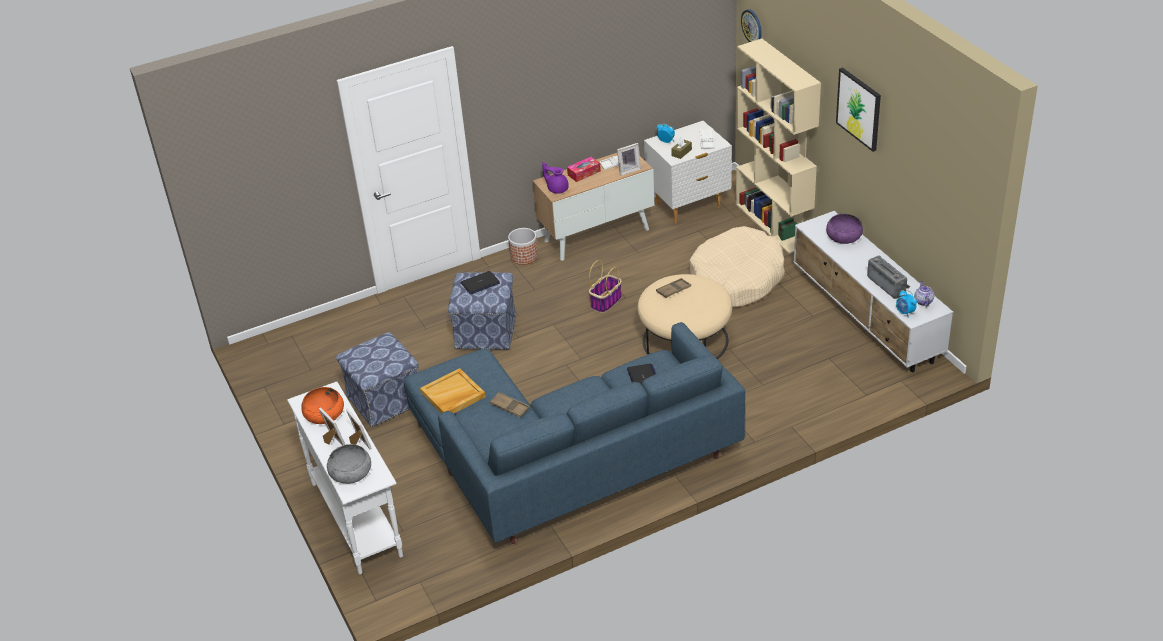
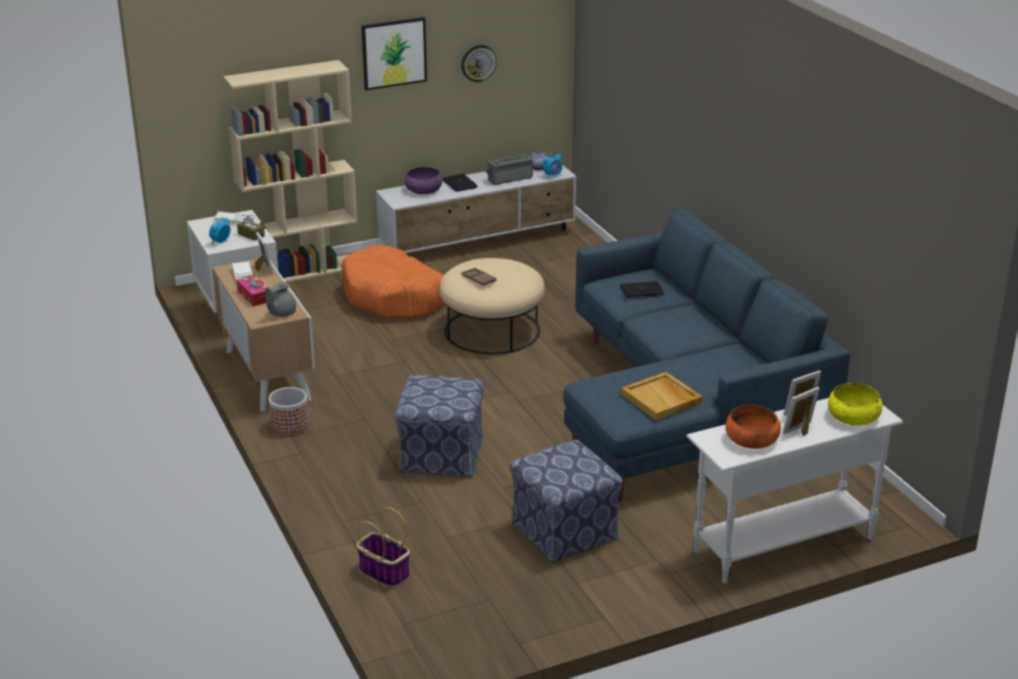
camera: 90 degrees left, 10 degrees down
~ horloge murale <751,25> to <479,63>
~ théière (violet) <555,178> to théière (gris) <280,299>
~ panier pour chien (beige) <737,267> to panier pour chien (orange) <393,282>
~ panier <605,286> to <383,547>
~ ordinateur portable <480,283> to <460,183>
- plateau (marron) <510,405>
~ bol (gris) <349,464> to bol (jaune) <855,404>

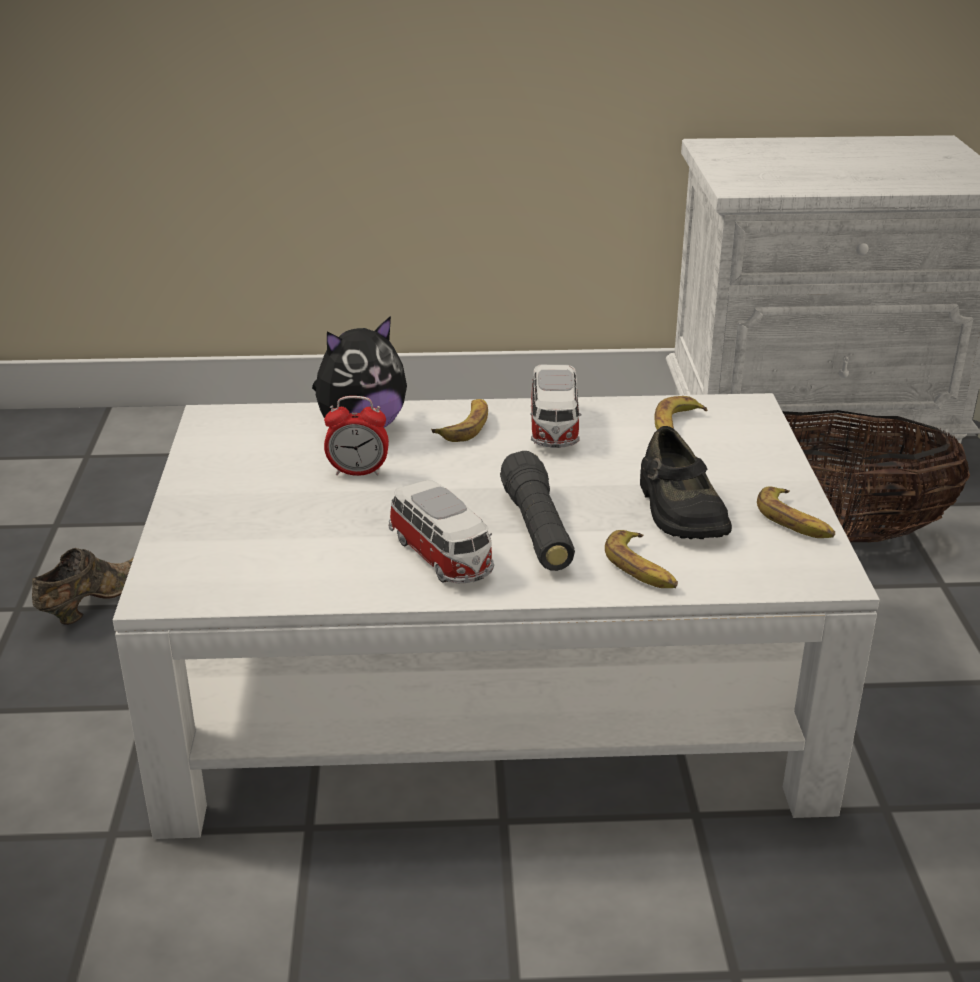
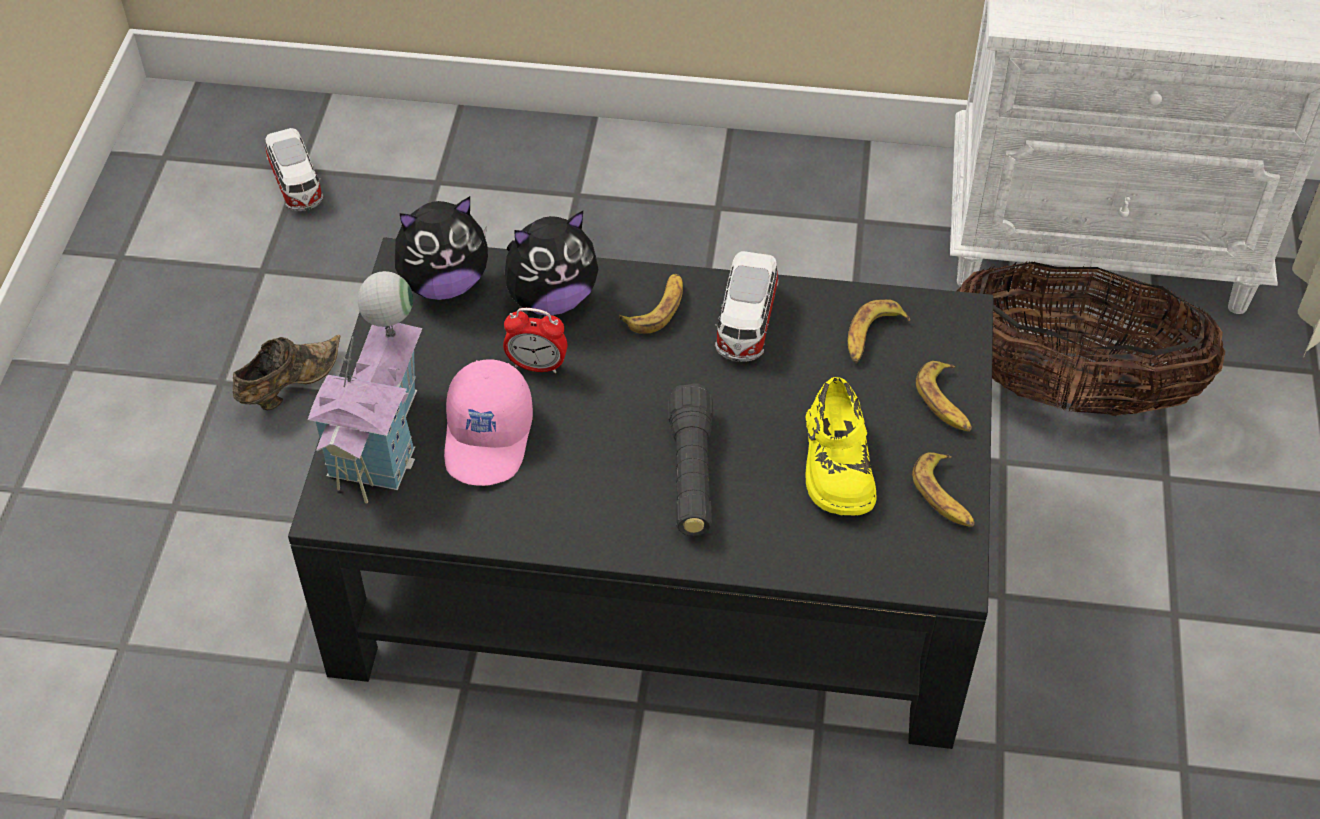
camera: 10 degrees right, 20 degrees up
~ table basse (blanc) <496,616> to table basse (noir) <640,493>
~ chaussure (noir) <686,482> to chaussure (jaune) <841,446>
~ petite voiture <441,531> to <294,169>
~ banane <641,559> to <944,396>
+ peluche <441,248>
+ maison miniature <365,387>
+ casquette (rose) <488,422>

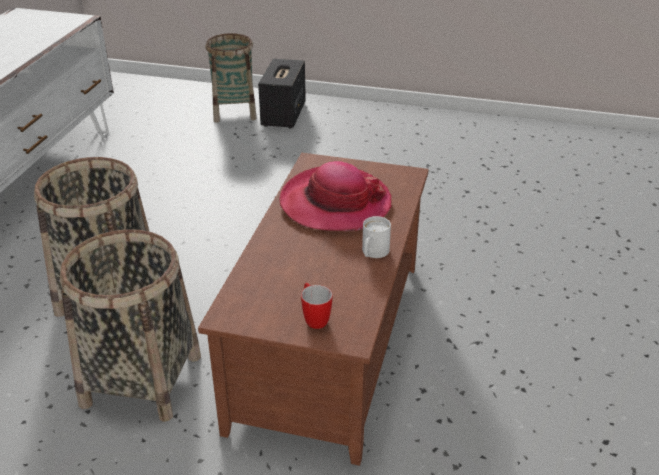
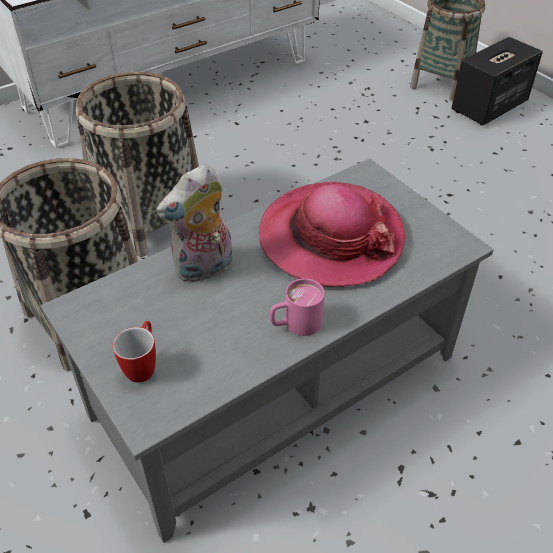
camera: 40 degrees right, 10 degrees up
~ table basse (marron) <313,309> to table basse (gris) <267,350>
~ mug (blanc) <376,237> to mug (rose) <297,307>
+ peluche <194,223>

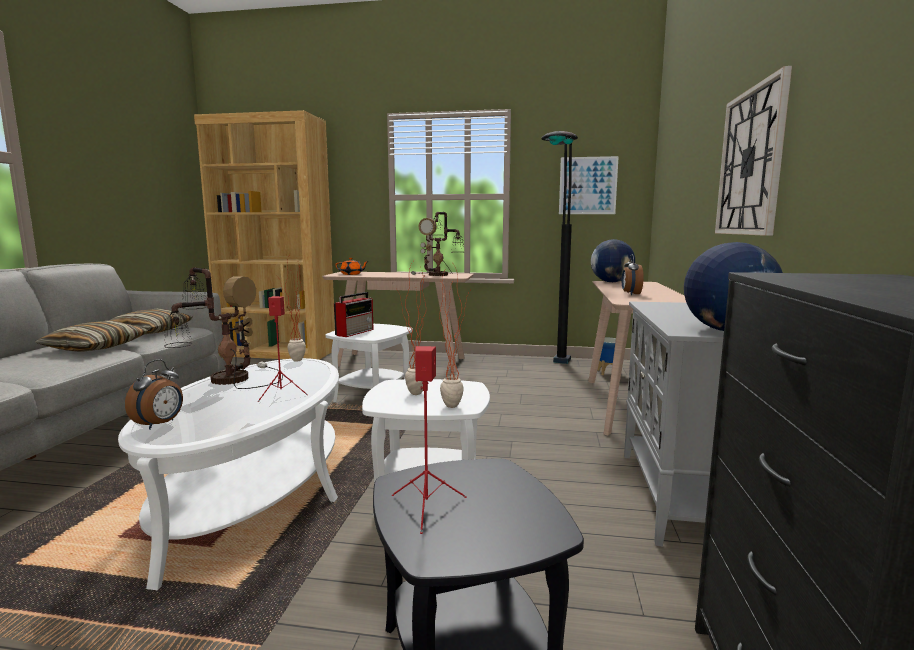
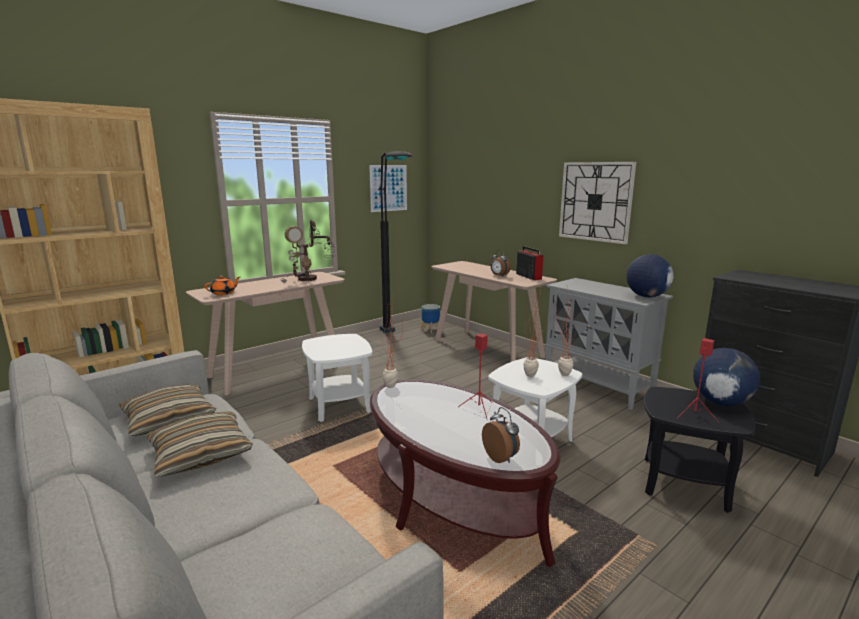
camera: 50 degrees left, 5 degrees up
~ globe <613,260> to <726,377>
- lampe de table <223,328>
~ radio <354,314> to <529,263>
~ table basse (blanc) <228,474> to table basse (marron) <465,473>

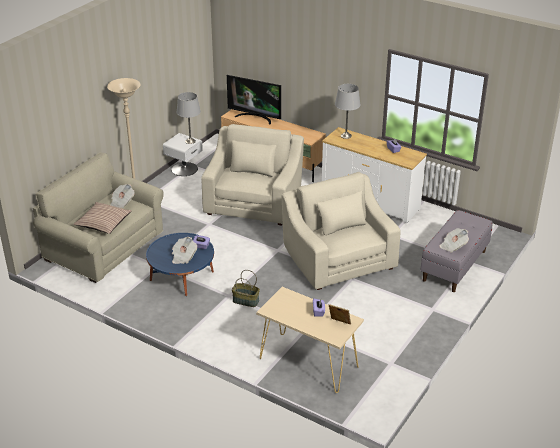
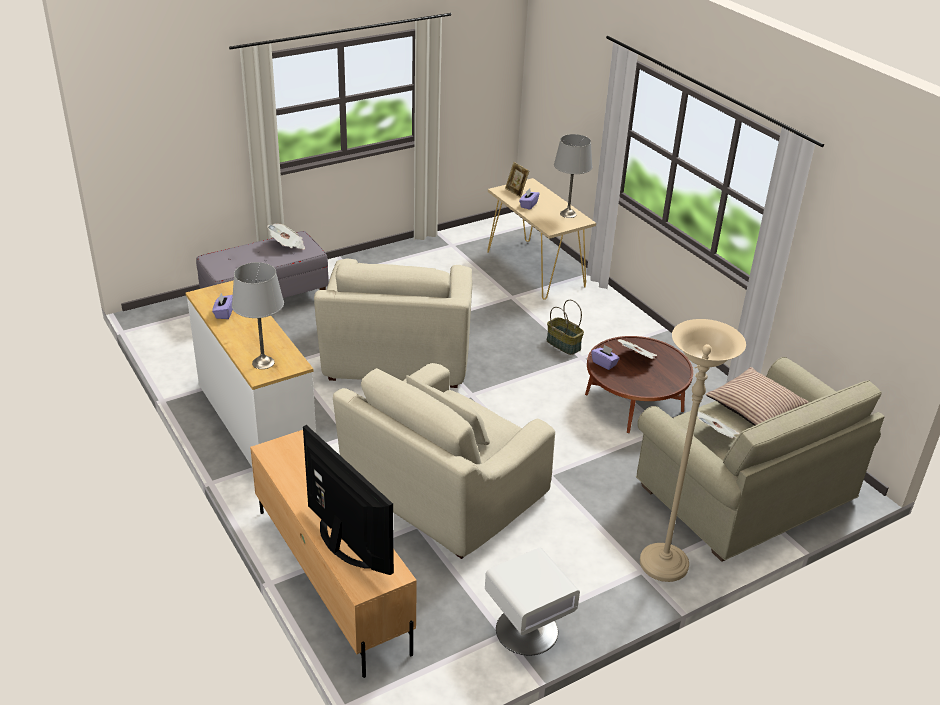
camera: 155 degrees left, 0 degrees up
~ lampe de table (gris) <188,118> to <573,176>
~ table basse (bleu) <180,264> to table basse (marron) <639,384>

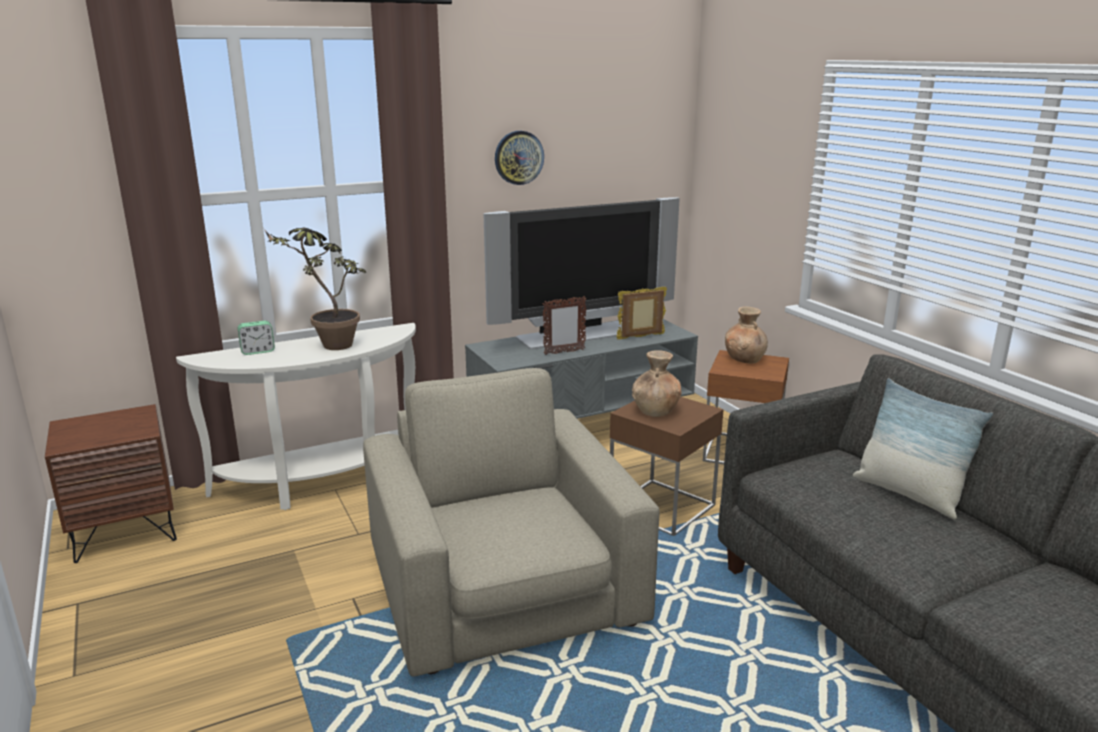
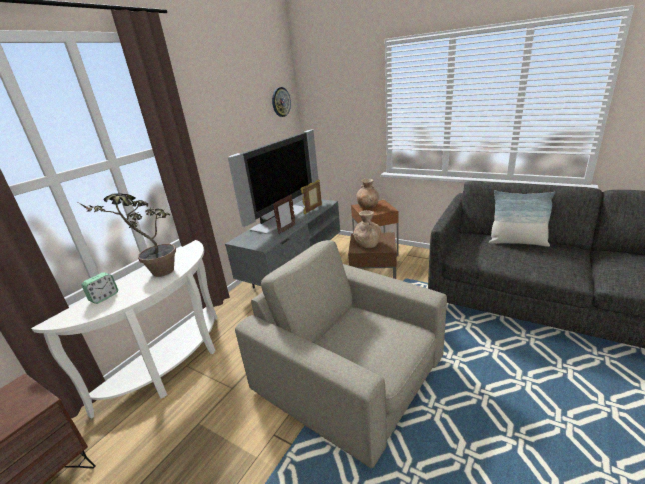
camera: 30 degrees left, 5 degrees up
~ horloge murale <519,158> to <281,102>

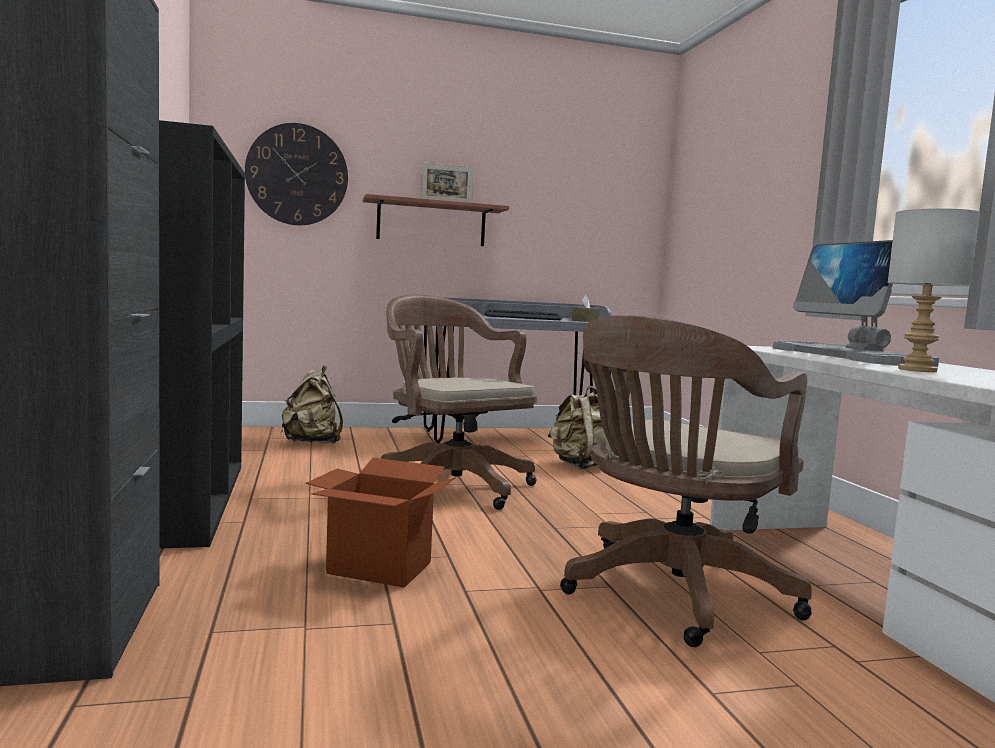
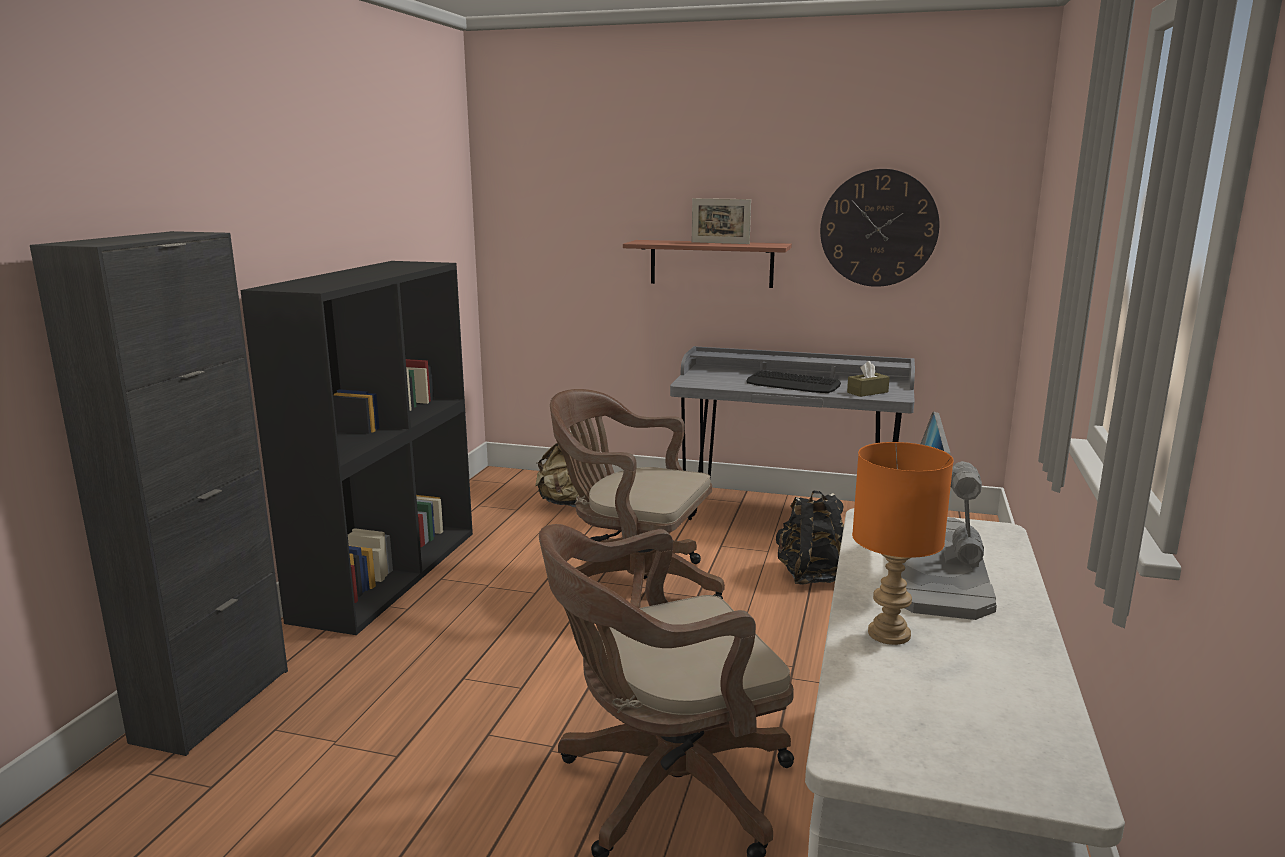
camera: 30 degrees right, 10 degrees up
~ horloge murale <296,174> to <879,228>
~ lampe de table (gris) <933,290> to lampe de table (orange) <903,543>
~ chaise de bureau (marron) <459,402> = <637,498> 60 degrees counterclockwise
~ sac à dos (beige) <577,427> to sac à dos (noir) <810,538>
- carton <381,523>

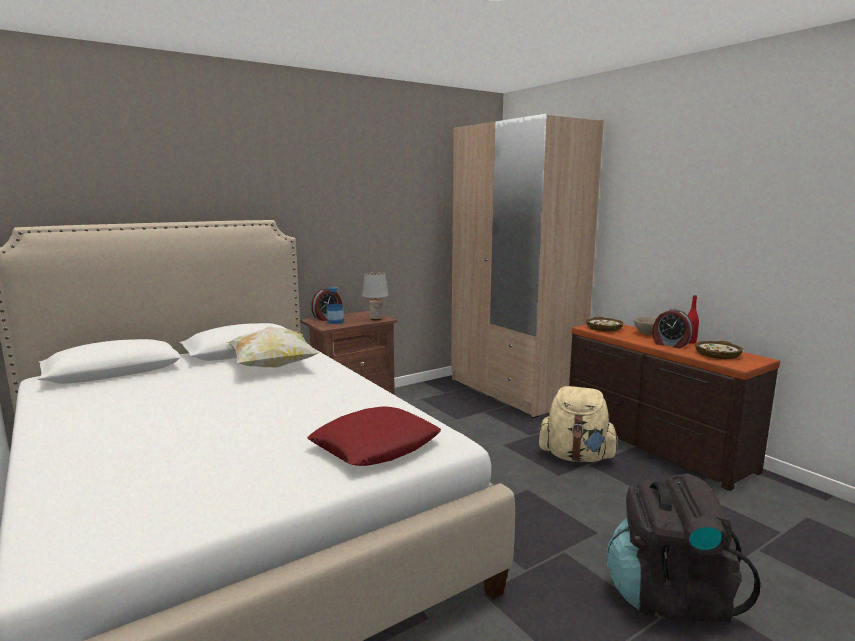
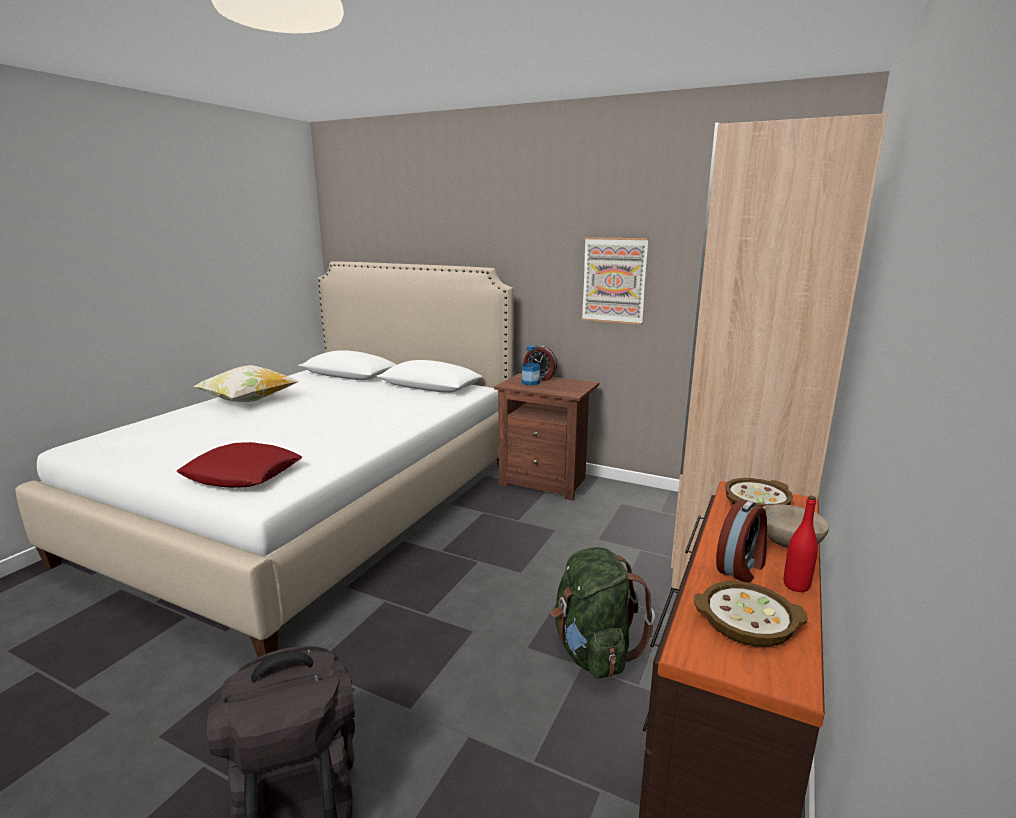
camera: 60 degrees right, 5 degrees up
- lampe de table (gris) <375,296>
~ réveil <672,329> = <741,541> 150 degrees counterclockwise
~ coussin <273,347> to <246,383>
~ sac à dos (beige) <579,424> to sac à dos (vert) <603,613>
+ tableau <615,281>

